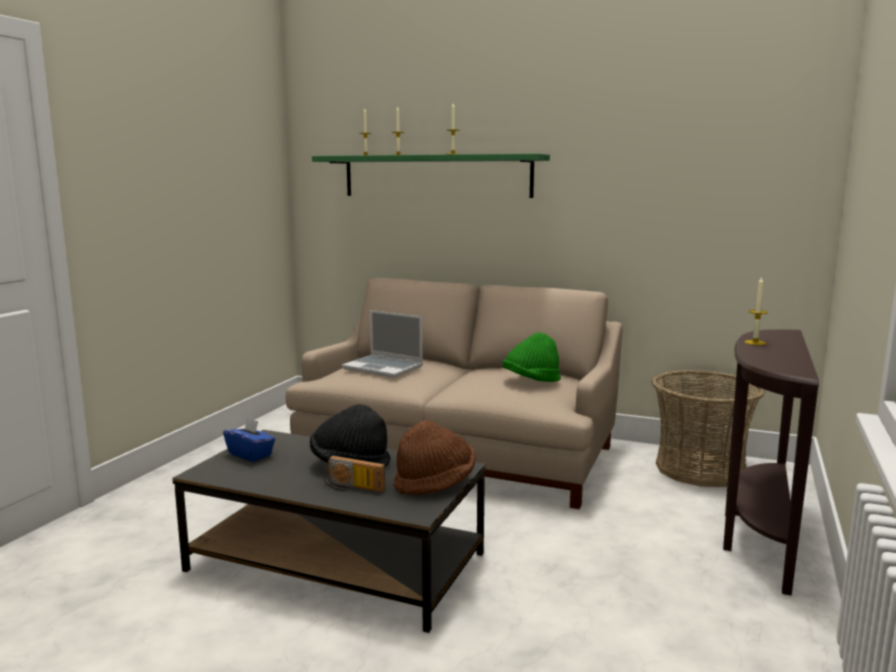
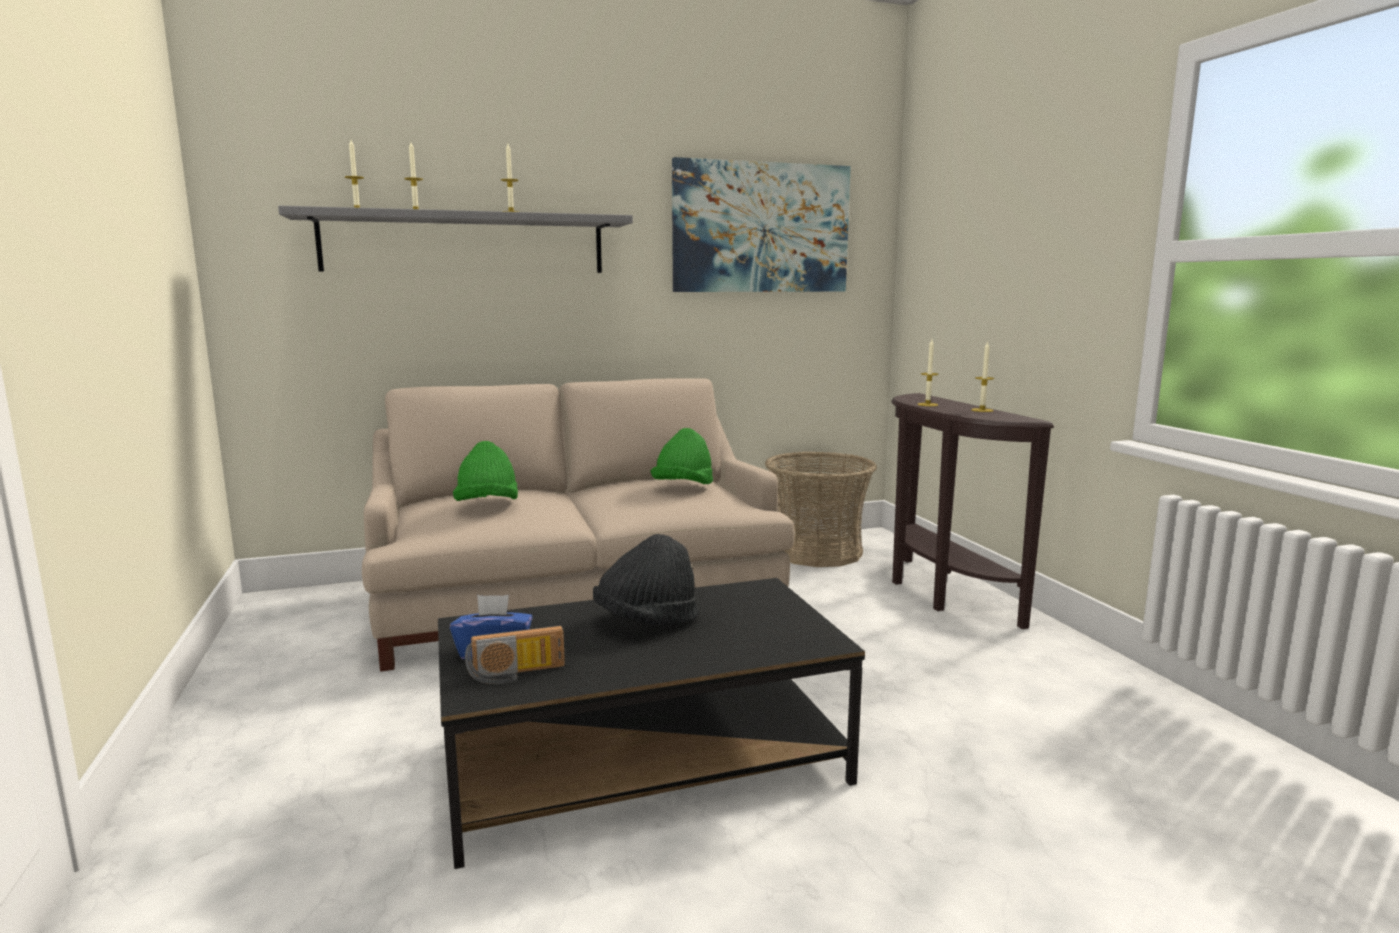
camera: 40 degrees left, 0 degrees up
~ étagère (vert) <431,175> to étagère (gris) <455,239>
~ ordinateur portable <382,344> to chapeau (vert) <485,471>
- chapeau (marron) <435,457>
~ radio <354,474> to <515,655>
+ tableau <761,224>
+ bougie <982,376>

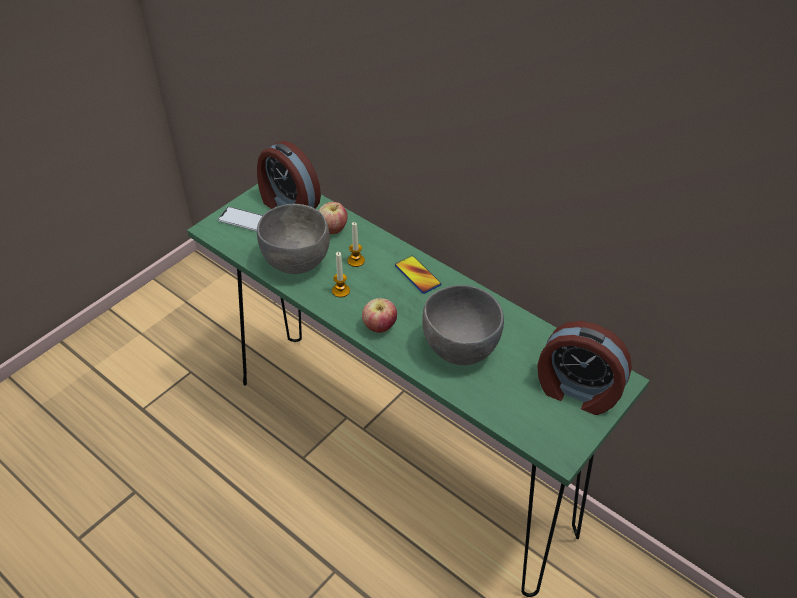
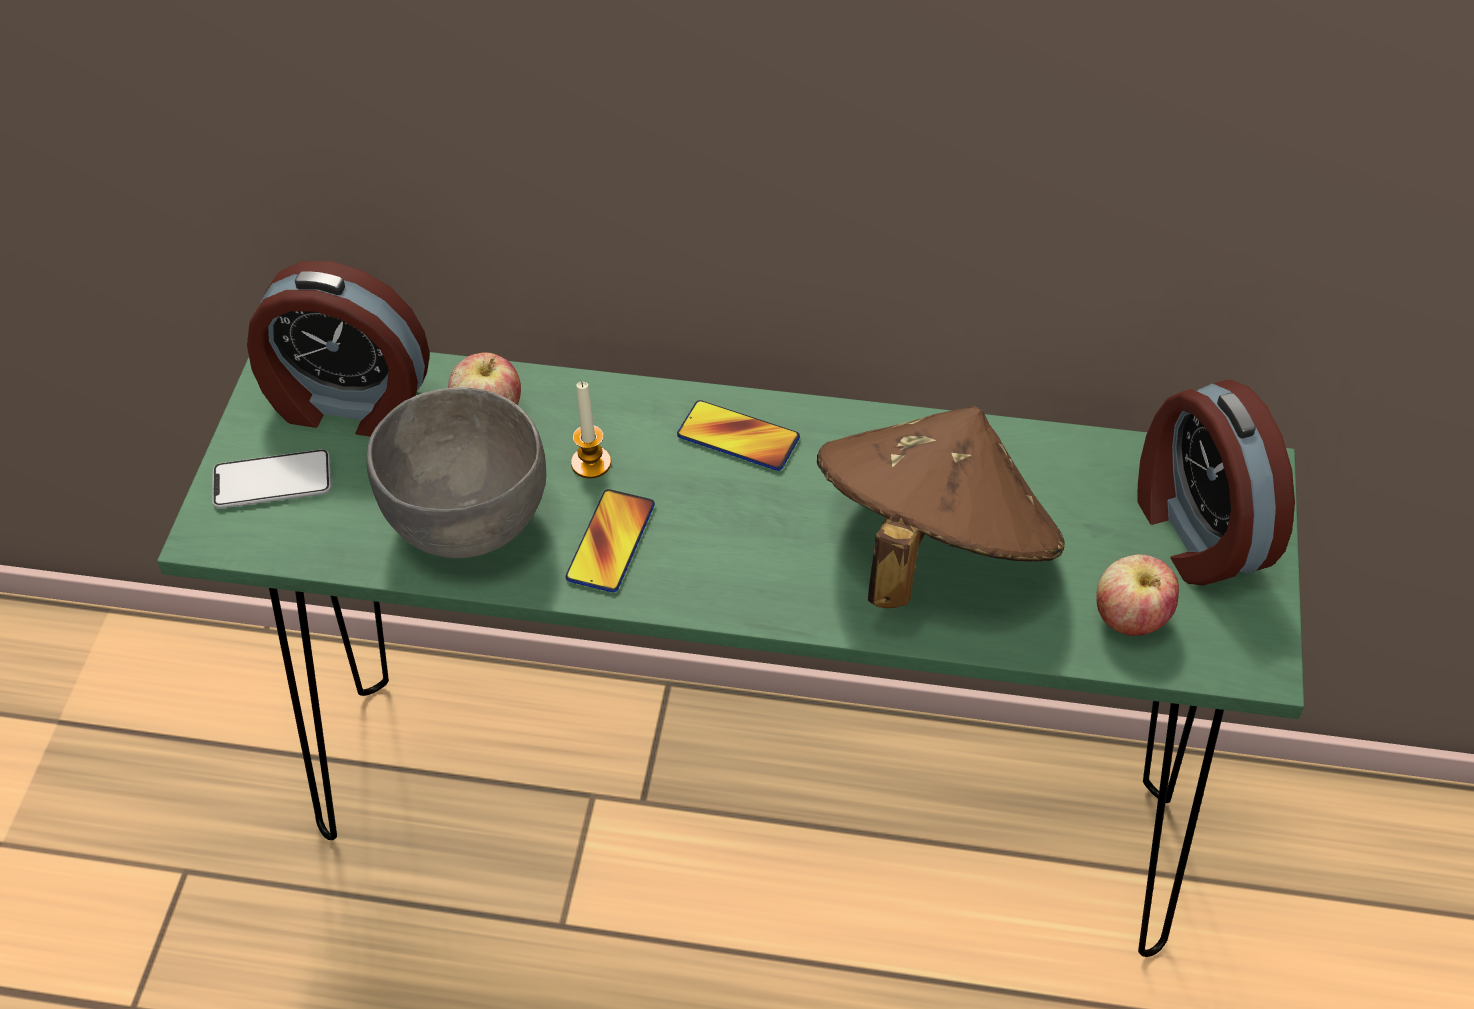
camera: 30 degrees left, 5 degrees up
~ bougie <341,275> to téléphone <610,540>
~ bol (gris) <463,325> to chapeau (marron) <940,507>
~ pomme <379,315> to <1137,595>
~ réveil <584,368> = <1216,483> 75 degrees clockwise

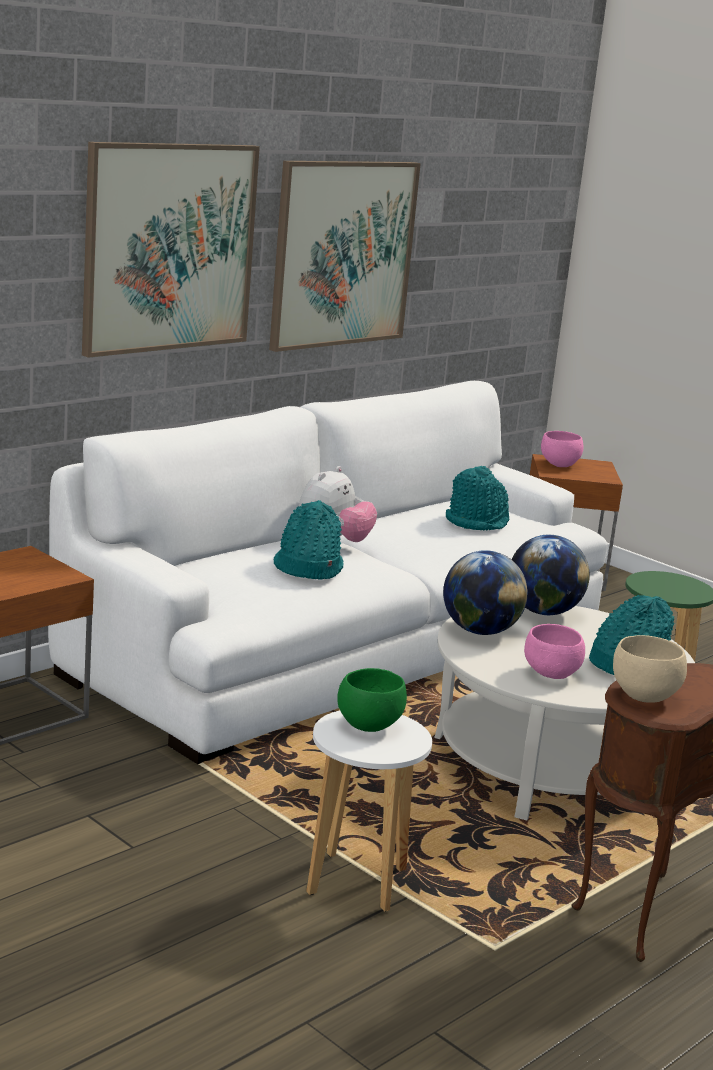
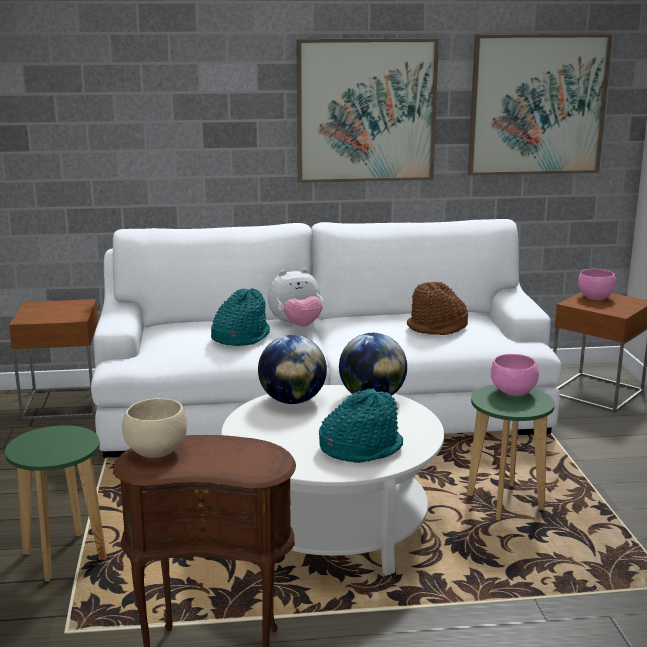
camera: 40 degrees right, 0 degrees up
~ tableau <171,250> to <540,105>
~ chapeau (turquoise) <477,498> to chapeau (marron) <437,308>
~ bol (rose) <554,651> to <515,375>
- bol (vert) <372,700>
~ tabouret (blanc) <369,811> to tabouret (vert) <56,503>

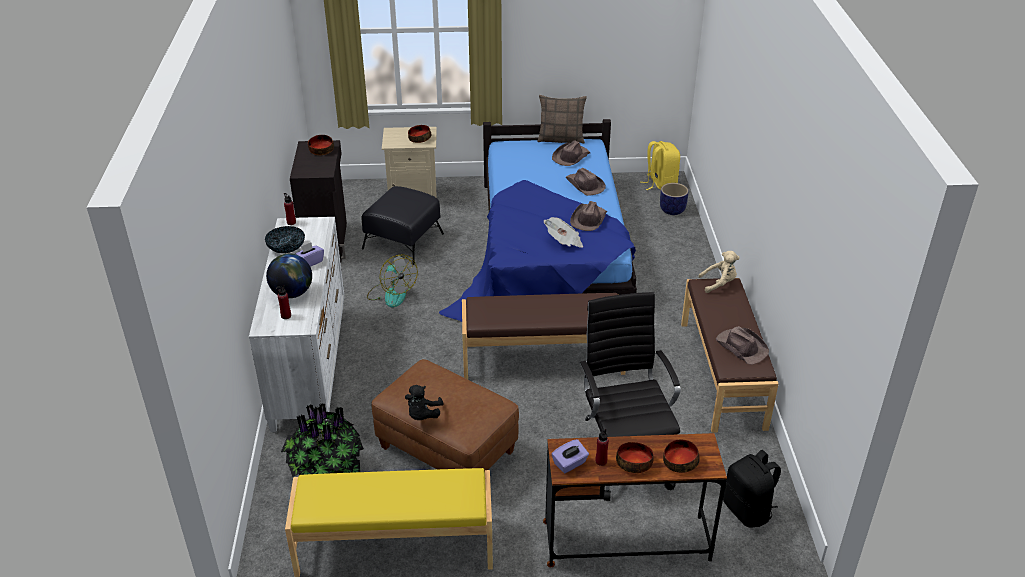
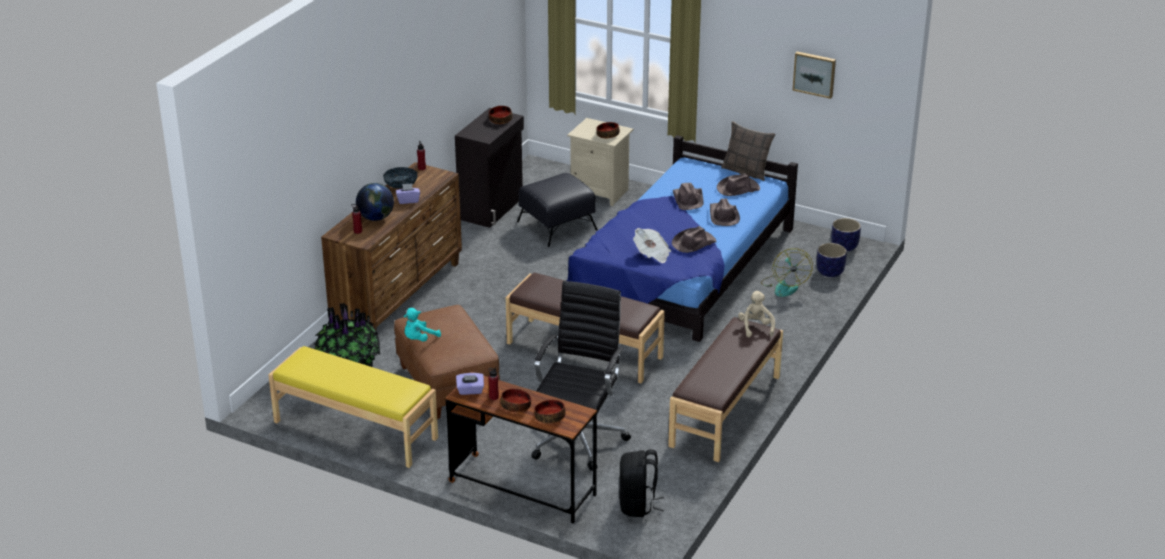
camera: 30 degrees right, 5 degrees down
~ sac à dos (jaune) <660,165> to cache-pot <846,235>
~ commode (blanc) <297,324> to commode (marron) <391,246>
~ peluche (beige) <719,272> = <756,314> 120 degrees counterclockwise
~ ventilateur <392,281> to <787,272>
~ chapeau (marron) <742,345> to <688,196>
~ peluche (noir) <424,402> to peluche (turquoise) <422,325>
+ tableau <814,75>

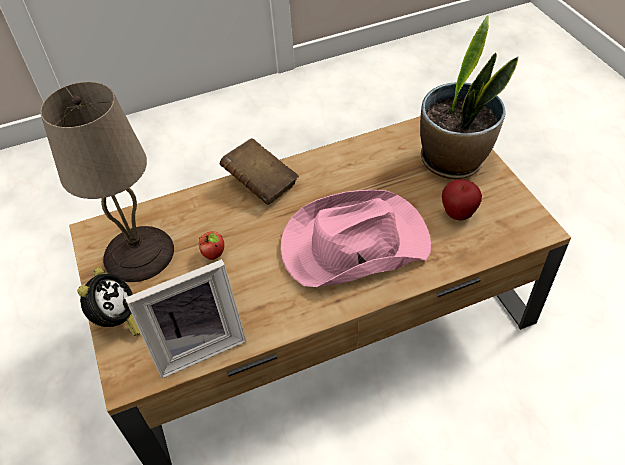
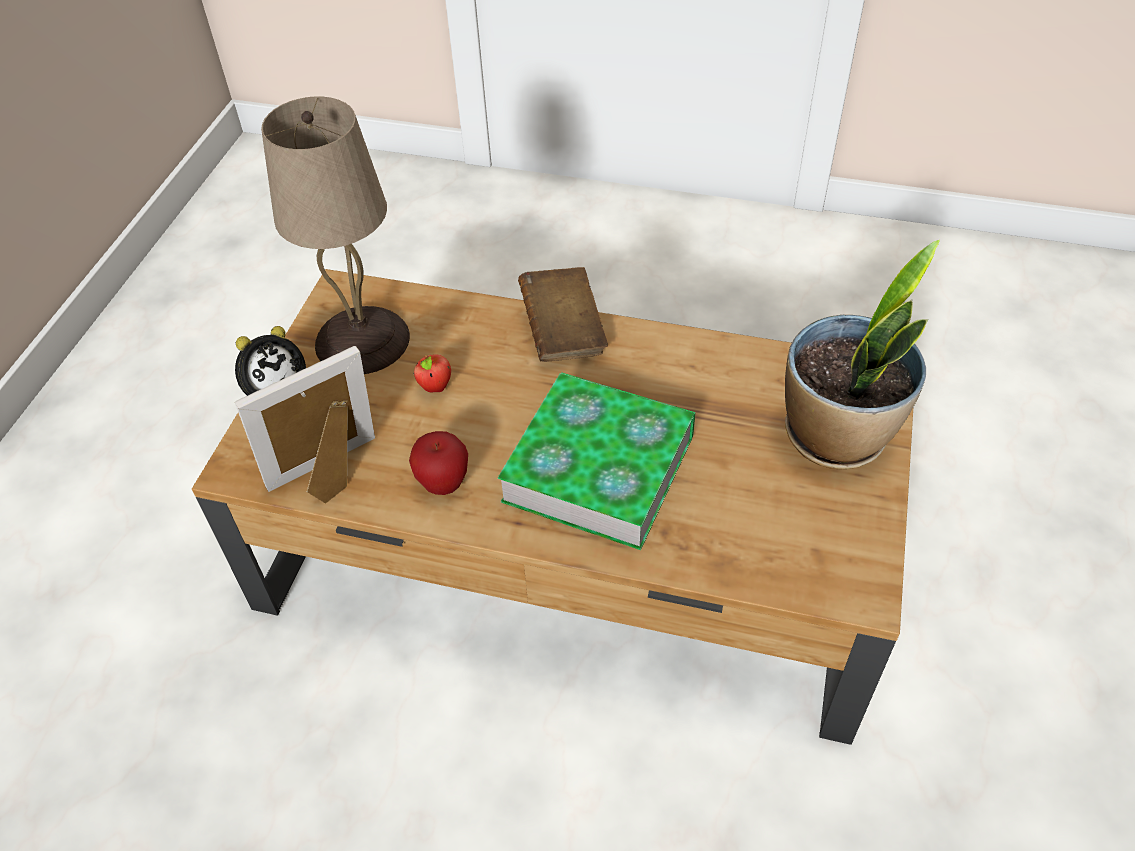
camera: 35 degrees right, 0 degrees up
~ pomme <462,200> to <438,463>
~ chapeau (rose) <356,238> to livre <597,461>
~ cadre photo <185,318> = <305,425> 135 degrees clockwise

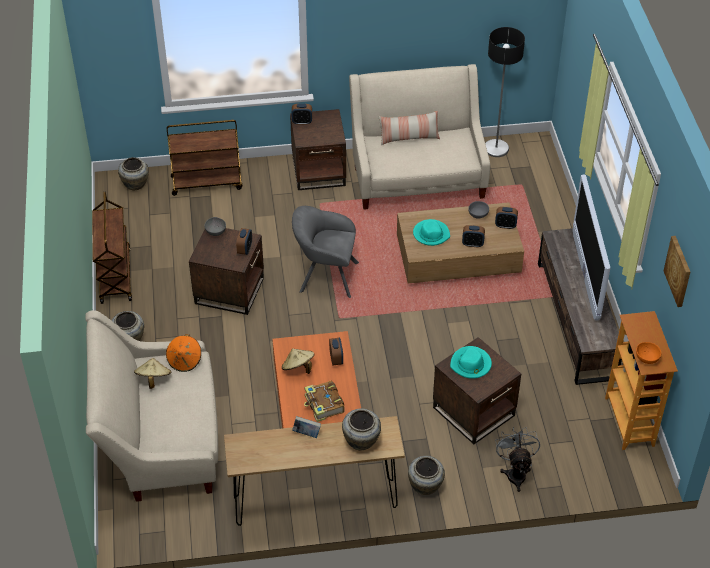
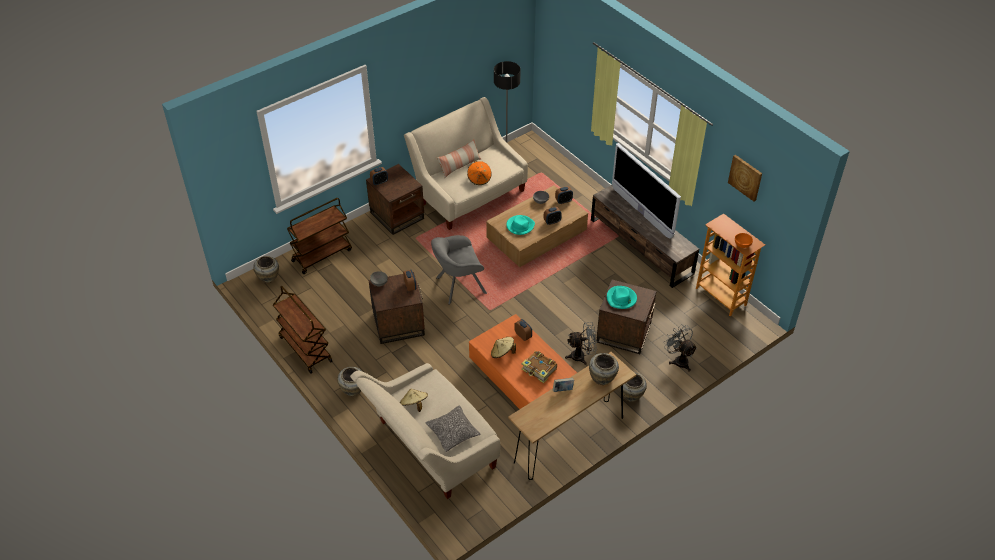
camera: 30 degrees left, 0 degrees up
~ chapeau (orange) <183,353> to <479,173>
+ ventilateur (gris) <581,343>
+ coussin <452,428>

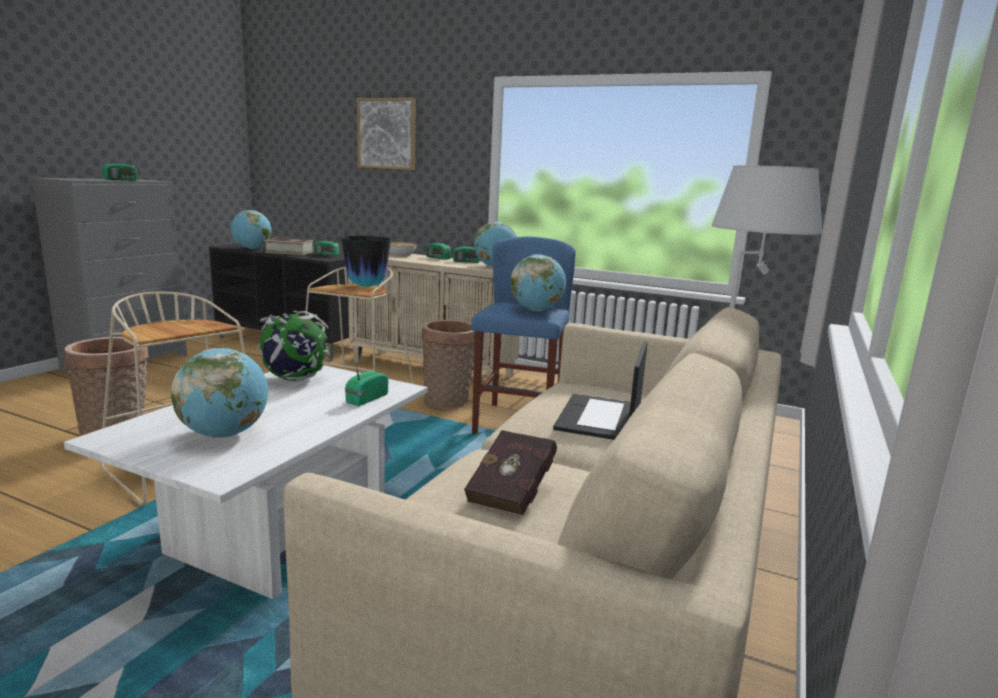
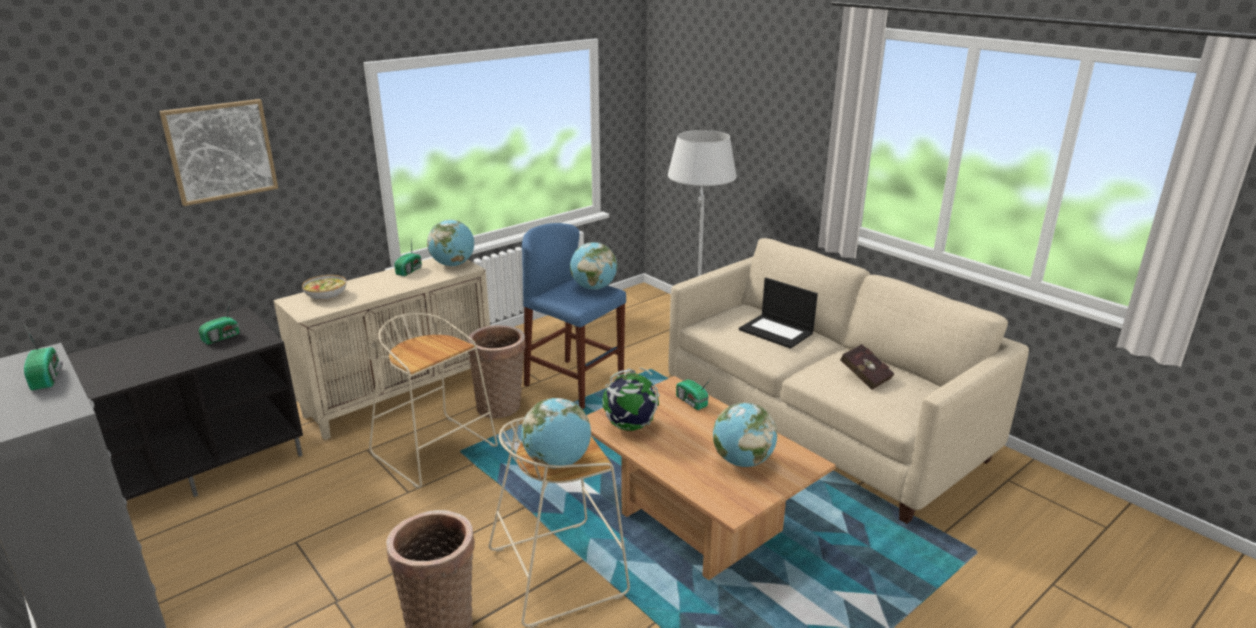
camera: 65 degrees left, 10 degrees up
~ globe <251,229> to <556,433>
- radio <439,247>
- vase <366,261>
- livre <288,246>
~ table basse (blanc) <246,482> to table basse (marron) <711,478>

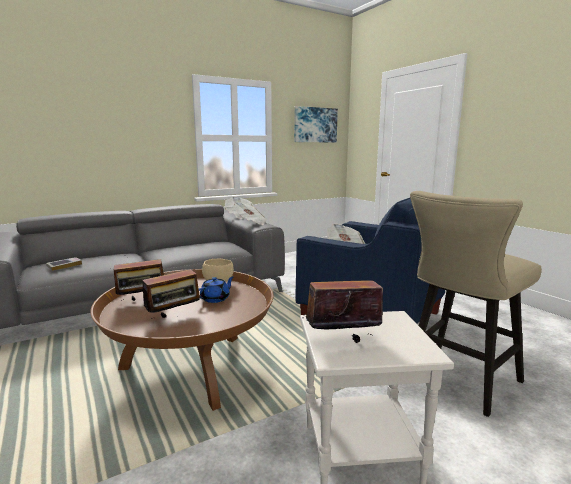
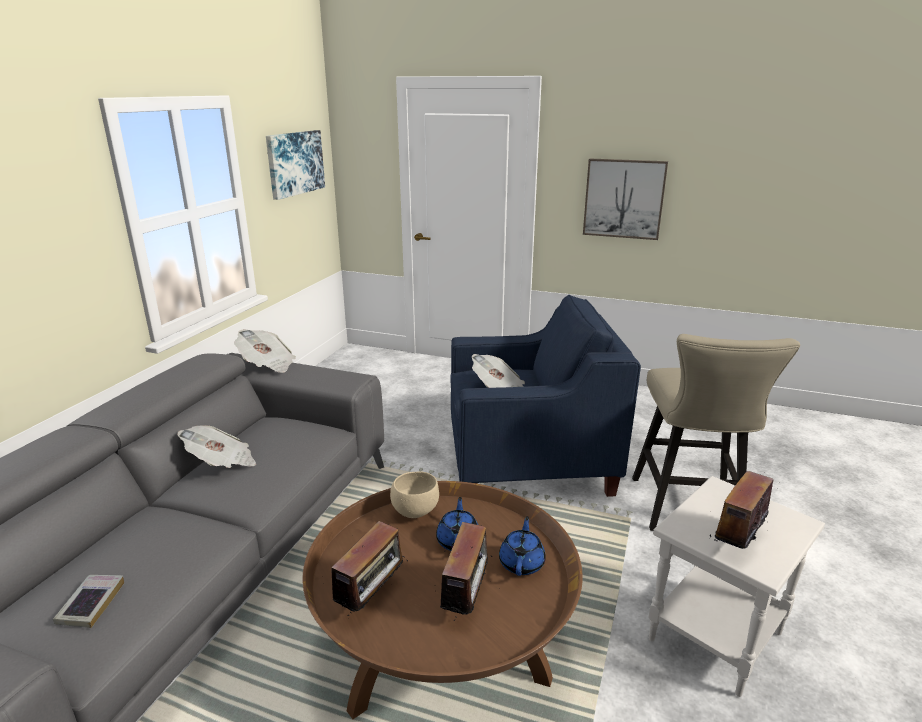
camera: 40 degrees left, 10 degrees up
~ journal <250,213> to <216,446>
+ tableau <625,199>
+ théière (bleu) <522,546>

